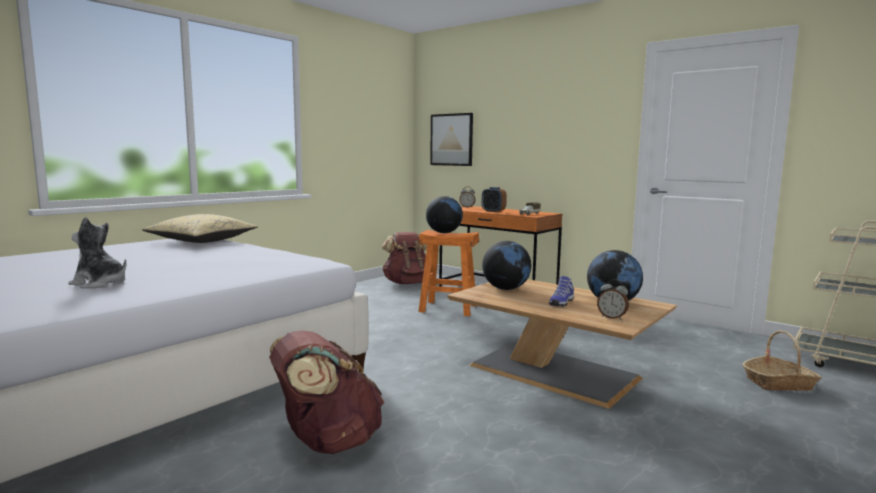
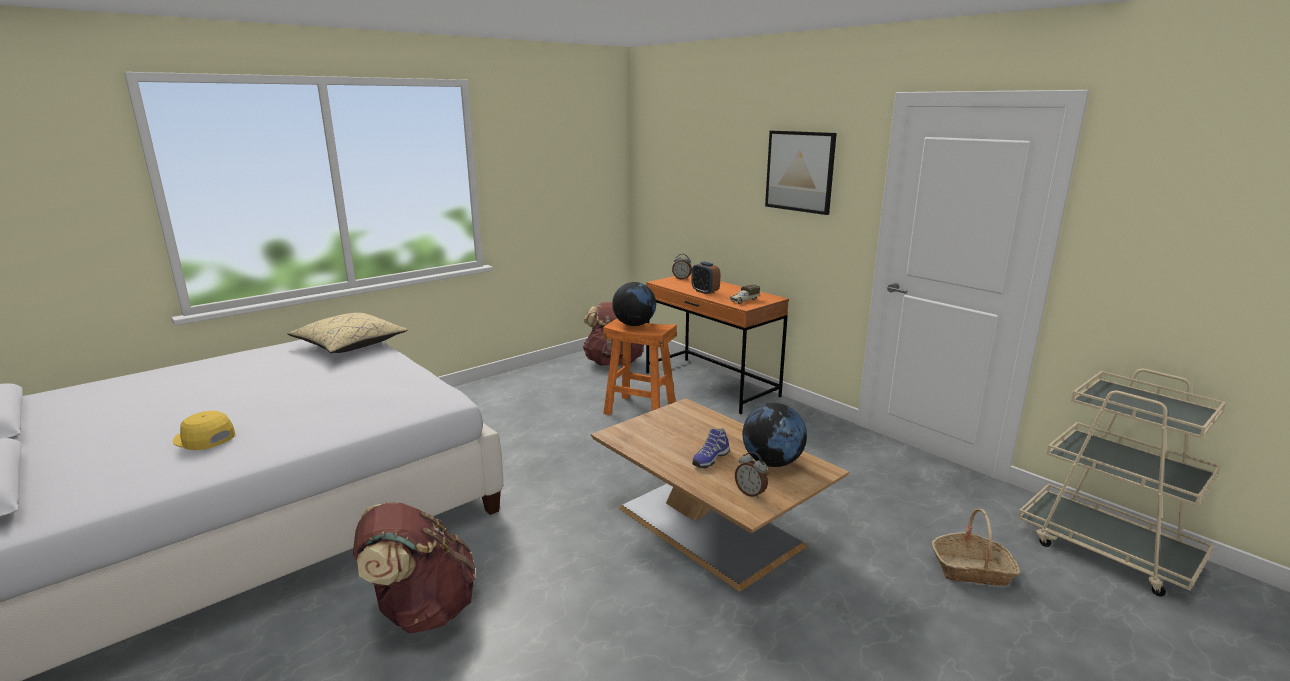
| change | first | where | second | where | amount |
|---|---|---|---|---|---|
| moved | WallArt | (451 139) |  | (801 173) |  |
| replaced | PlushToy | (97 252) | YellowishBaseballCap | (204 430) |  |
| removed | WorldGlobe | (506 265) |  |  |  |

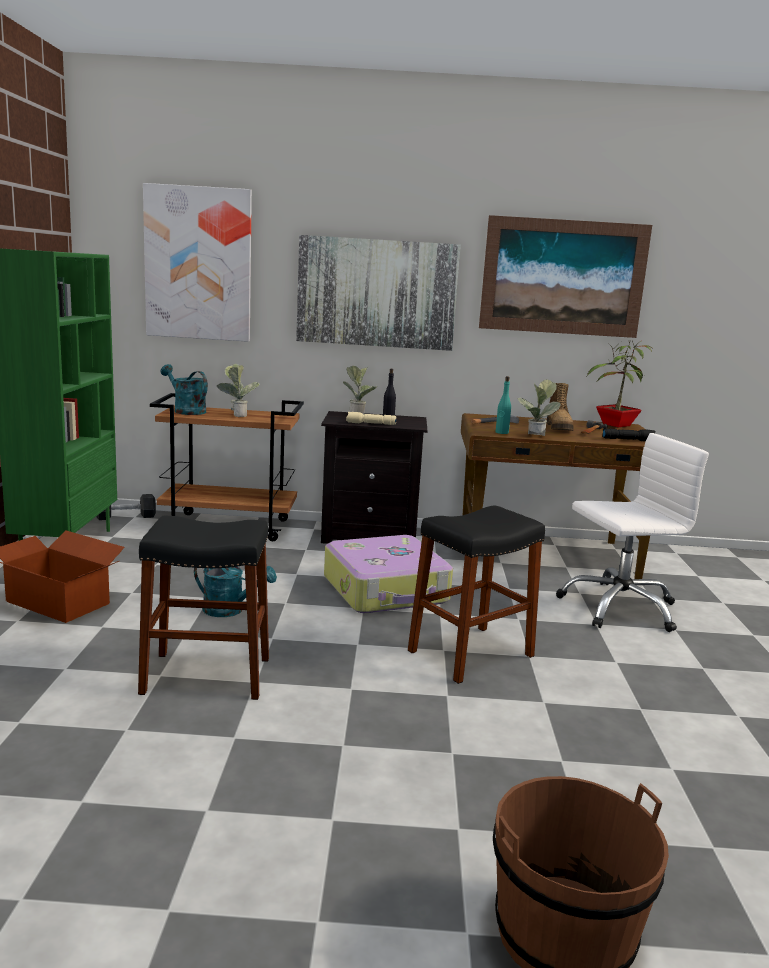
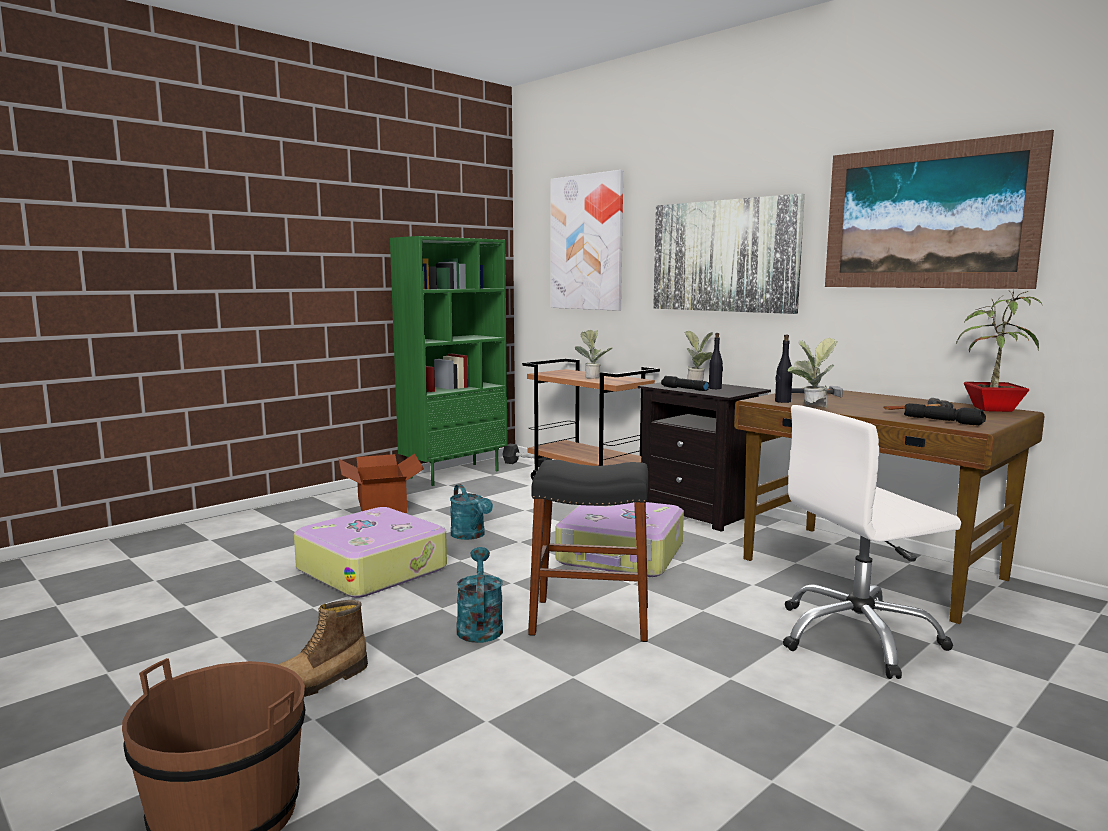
| change | first | where | second | where | amount |
|---|---|---|---|---|---|
| moved | TurquoiseColouredWateringCan | (184 389) |  | (480 595) |  |
| recoloured | TurquoiseColouredDrinkBottle | (503 405) | BlackColouredDrinkBottle | (784 369) |  |
| moved | Boot | (560 407) |  | (323 648) |  |
| recoloured | BeigeHandTorch | (371 418) | BlackColouredHandTorch | (685 383) |  |
| turned | WhiteColouredOfficeChair | (632 532) |  | (872 542) | 135 degrees clockwise |
| replaced | BlackColouredStool | (203 608) | Suitcase | (370 552) |  |

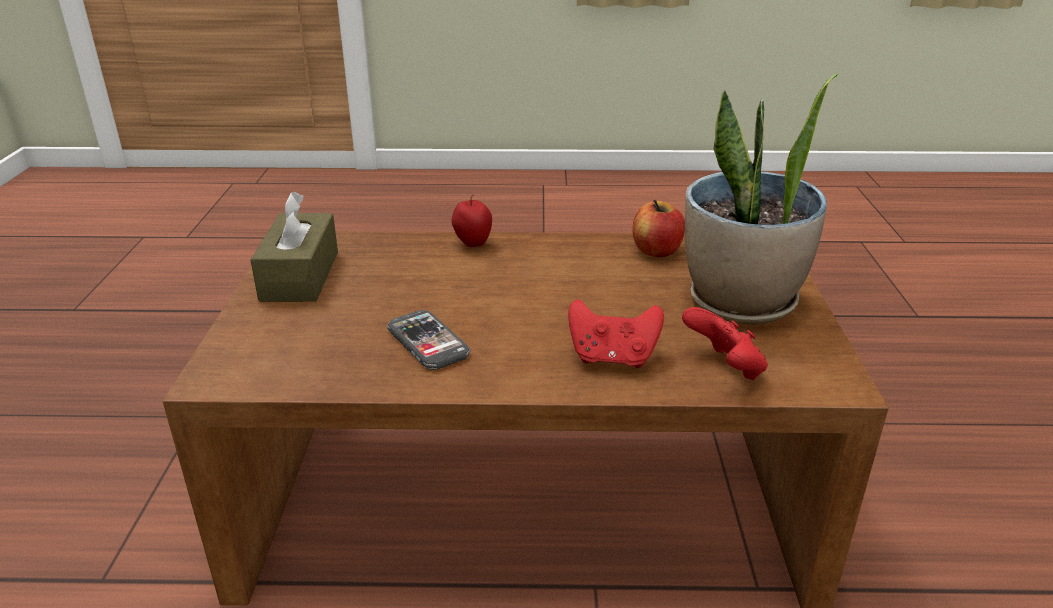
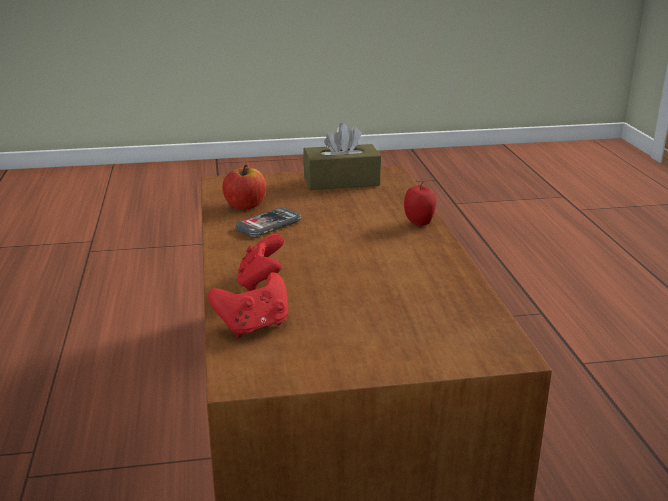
| change | first | where | second | where | amount |
|---|---|---|---|---|---|
| removed | PlantInAPot | (762 198) |  |  |  |
| moved | WholeApple | (659 228) |  | (244 187) |  |

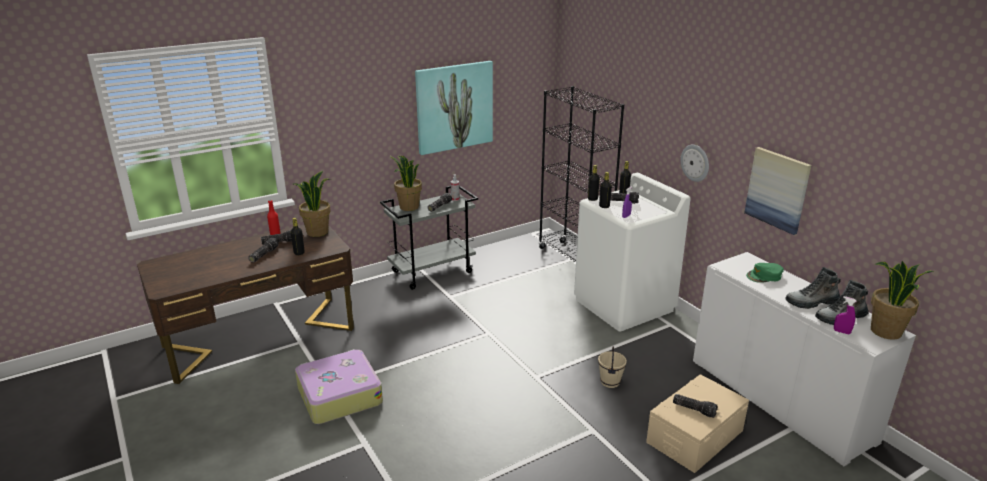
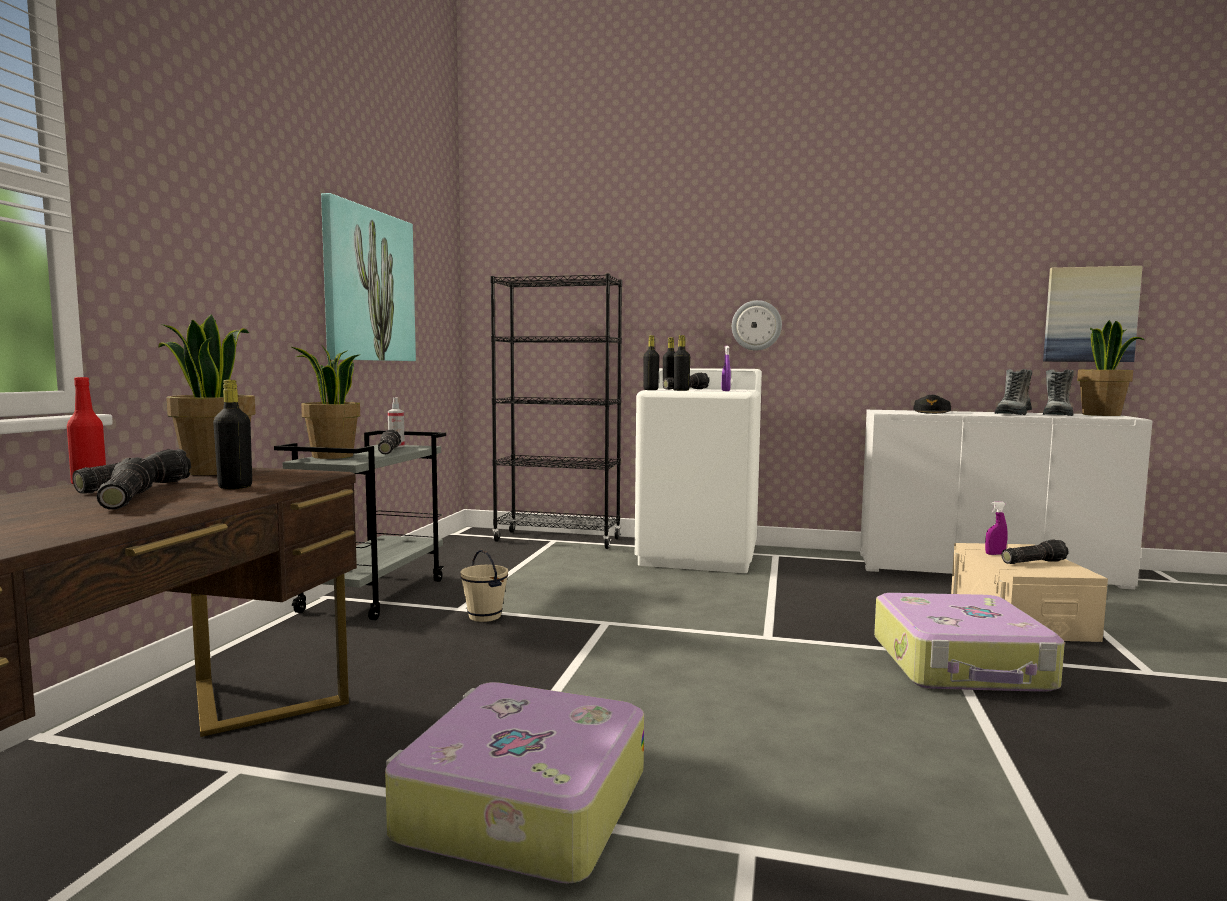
| change | first | where | second | where | amount |
|---|---|---|---|---|---|
| moved | WallArt | (778 191) |  | (1093 314) |  |
| recoloured | GreenColouredBaseballCap | (765 273) | BlackColouredBaseballCap | (932 404) |  |
| moved | PurpleColouredSprayBottle | (845 315) |  | (996 528) |  |
| moved | BeigeWaterBucket | (612 367) |  | (484 585) |  |
| added |  |  | Suitcase | (969 642) |  |

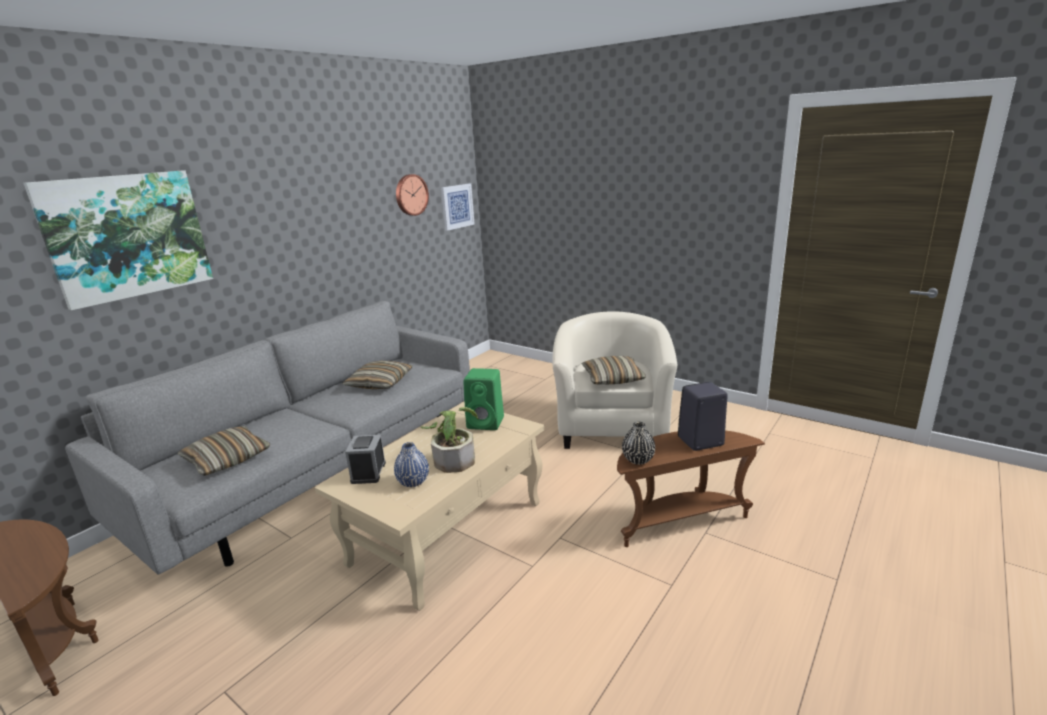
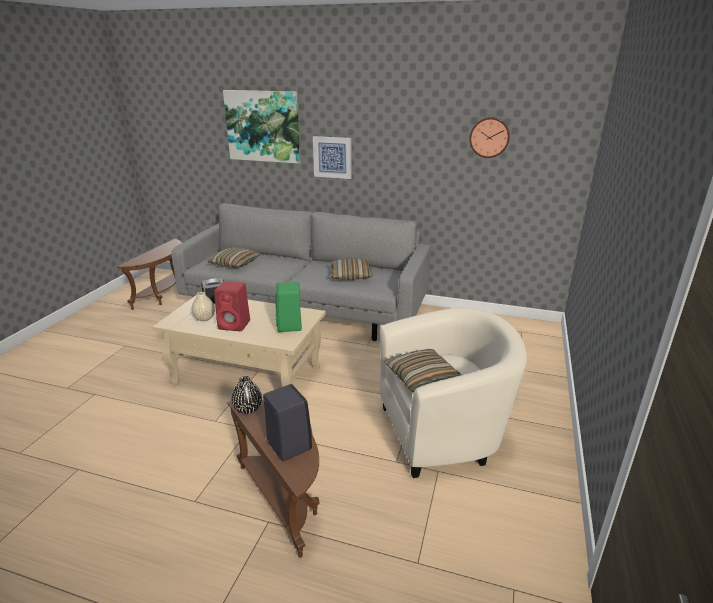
| change | first | where | second | where | amount |
|---|---|---|---|---|---|
| moved | WallArt | (458 207) |  | (332 157) |  |
| replaced | PlantInAPot | (450 440) | ReddishLoudspeaker | (232 306) |  |
| recoloured | BlueFlowerVase | (411 464) | BeigeFlowerVase | (203 306) |  |

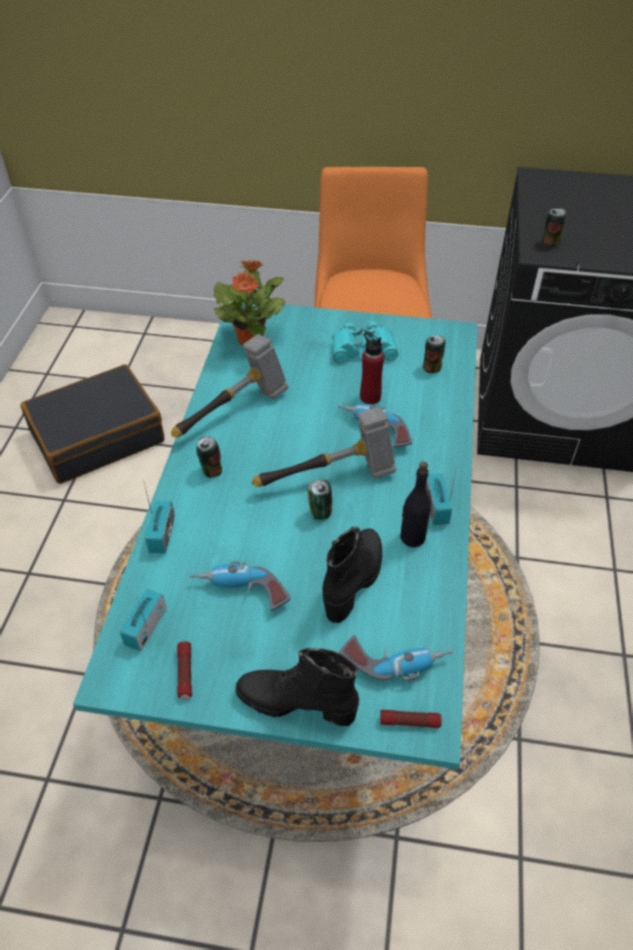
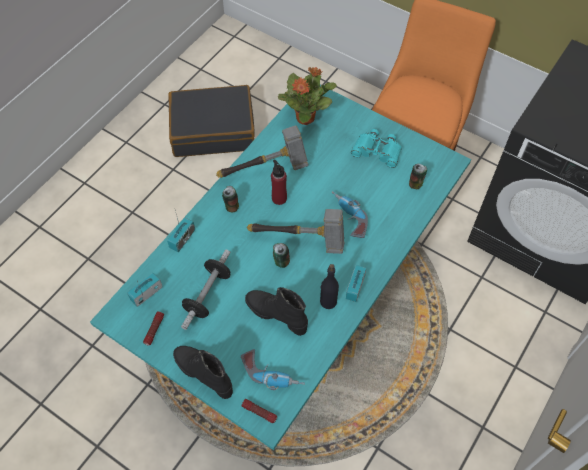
| change | first | where | second | where | amount |
|---|---|---|---|---|---|
| removed | SealedCan | (554 227) |  |  |  |
| moved | ReddishDrinkBottle | (372 368) |  | (279 182) |  |
| turned | BlackColouredBoot | (352 574) |  | (276 311) | 105 degrees counterclockwise |
| replaced | ElectricDrill | (240 586) | Dumbbell | (206 290) |  |

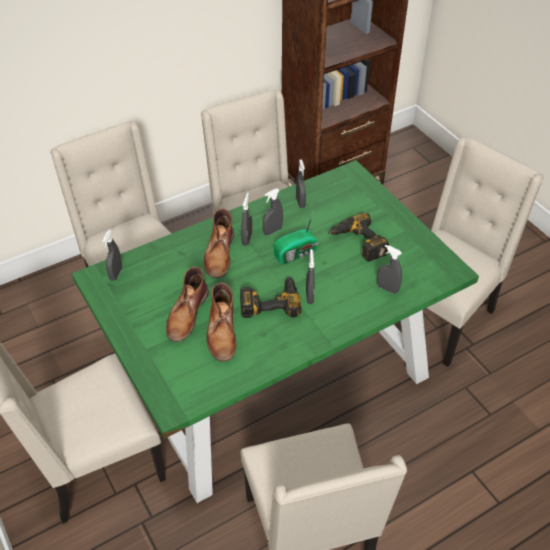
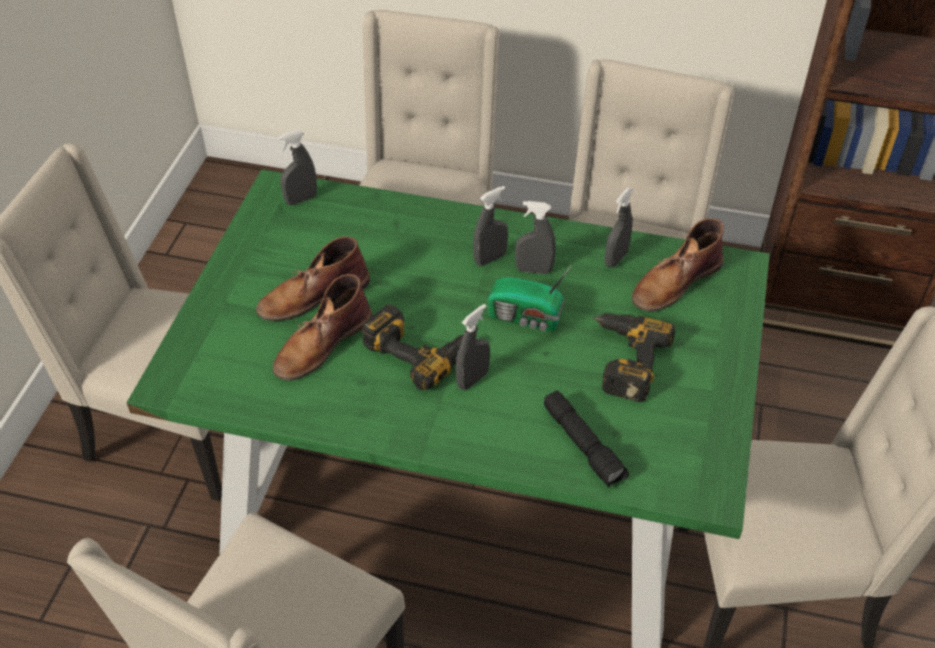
| change | first | where | second | where | amount |
|---|---|---|---|---|---|
| moved | BrownishBoot | (219 243) |  | (678 265) |  |
| replaced | GraySprayBottle | (389 269) | BlackColouredHandTorch | (586 439) |  |

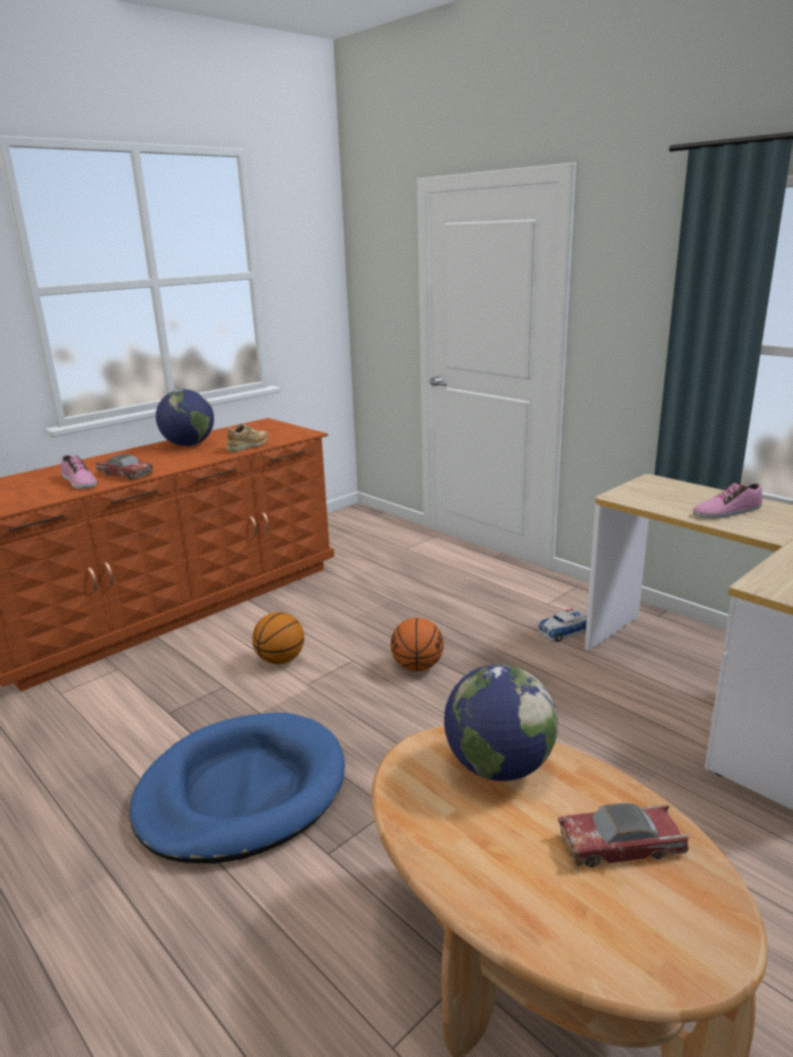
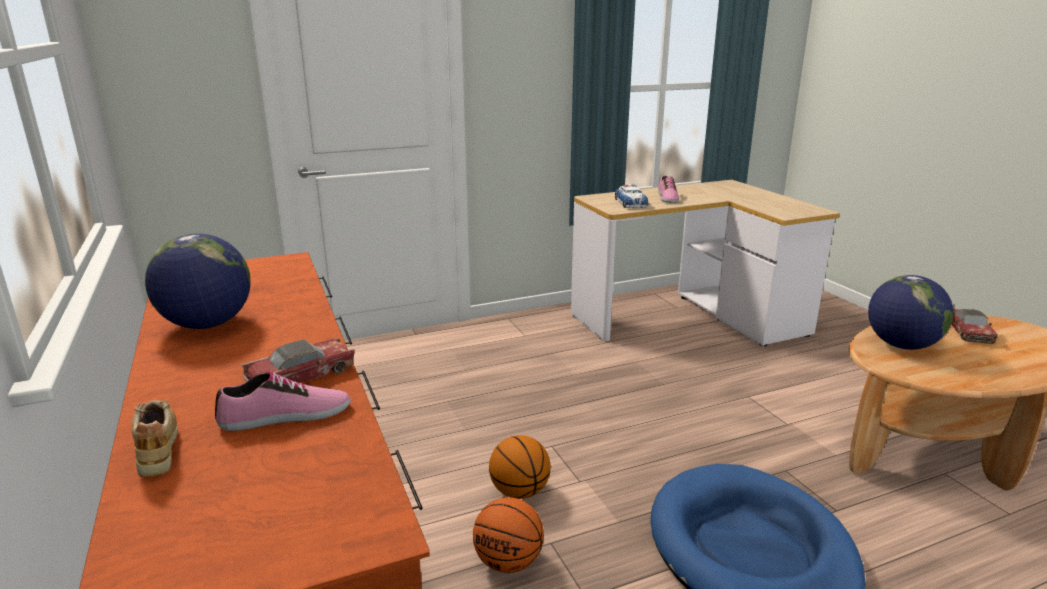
| change | first | where | second | where | amount |
|---|---|---|---|---|---|
| moved | BeigeLowShoe | (247 438) |  | (155 438) |  |
| moved | ModelCar | (562 625) |  | (631 196) |  |
| moved | Basketball | (417 644) |  | (508 535) |  |

